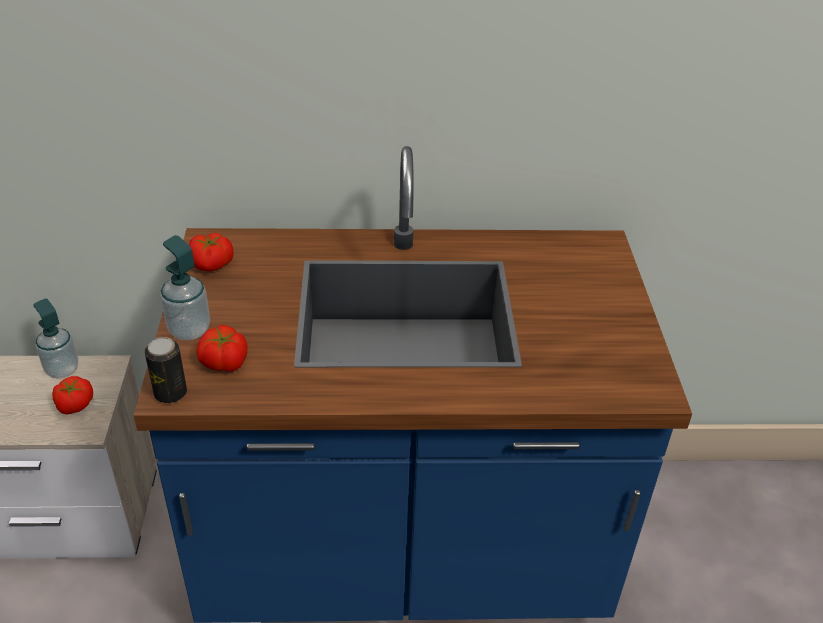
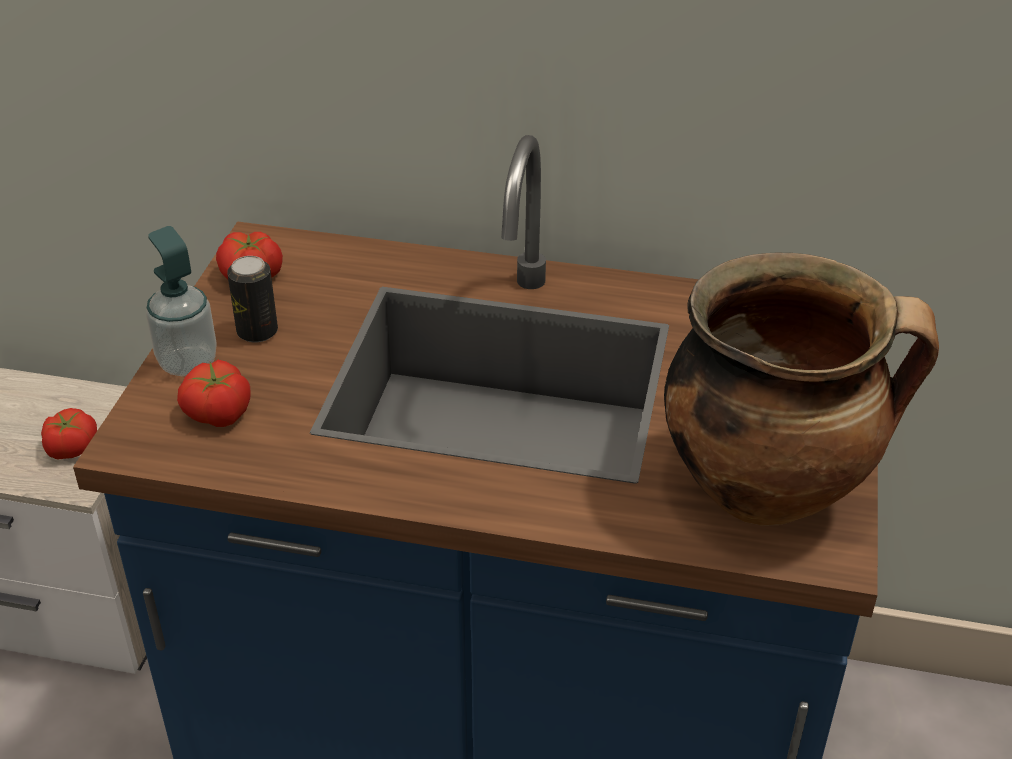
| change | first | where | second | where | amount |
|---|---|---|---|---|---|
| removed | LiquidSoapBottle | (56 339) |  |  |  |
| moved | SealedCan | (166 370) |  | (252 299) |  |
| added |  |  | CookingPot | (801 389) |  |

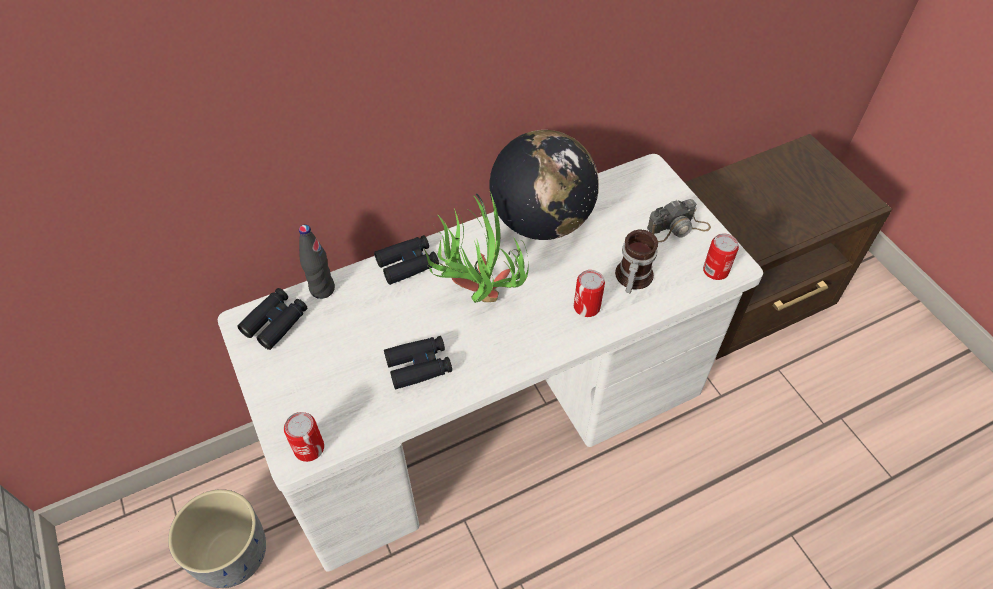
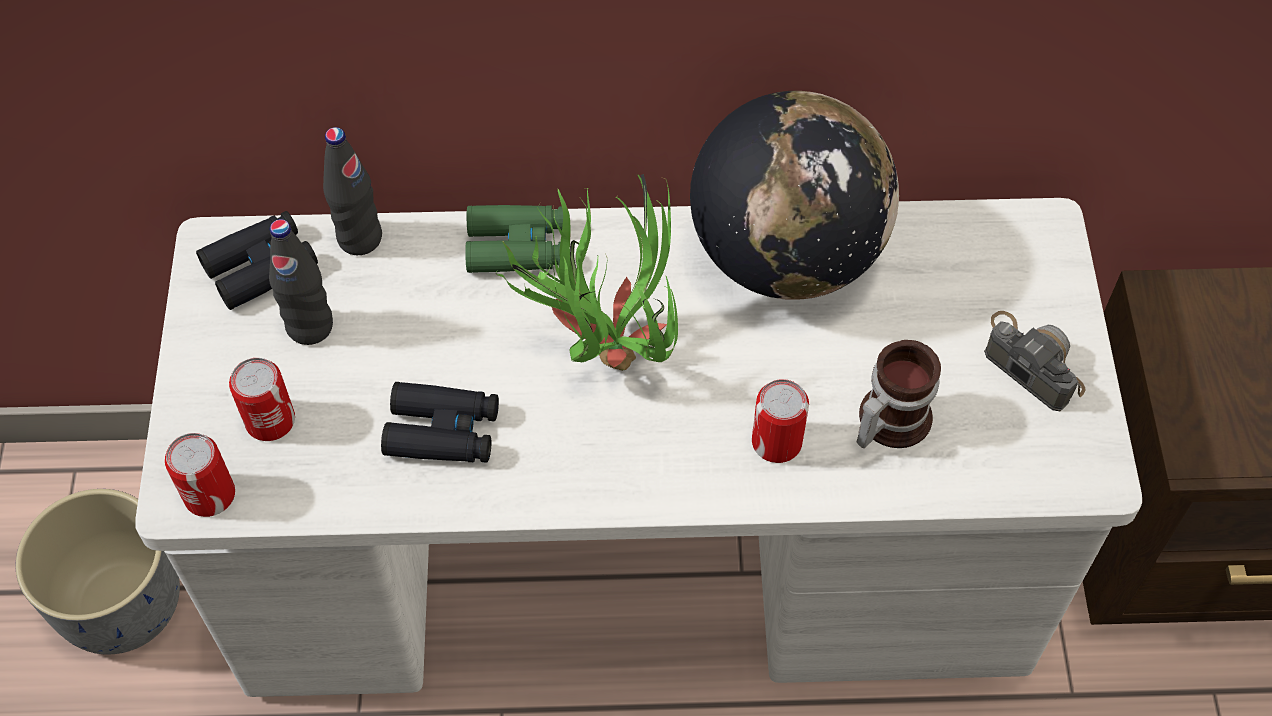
| change | first | where | second | where | amount |
|---|---|---|---|---|---|
| turned | StillCamera | (679 220) |  | (1035 361) | 135 degrees counterclockwise |
| moved | SealedCan | (721 256) |  | (262 399) |  |
| recoloured | BlackColouredFieldGlasses | (406 260) | GreenColouredFieldGlasses | (514 239) |  |
| added |  |  | BlackColouredDrinkBottle | (301 282) |  |

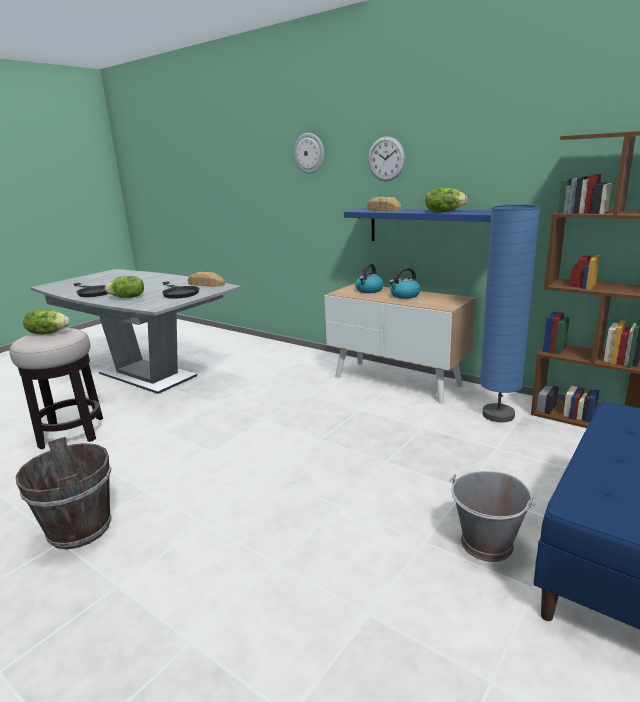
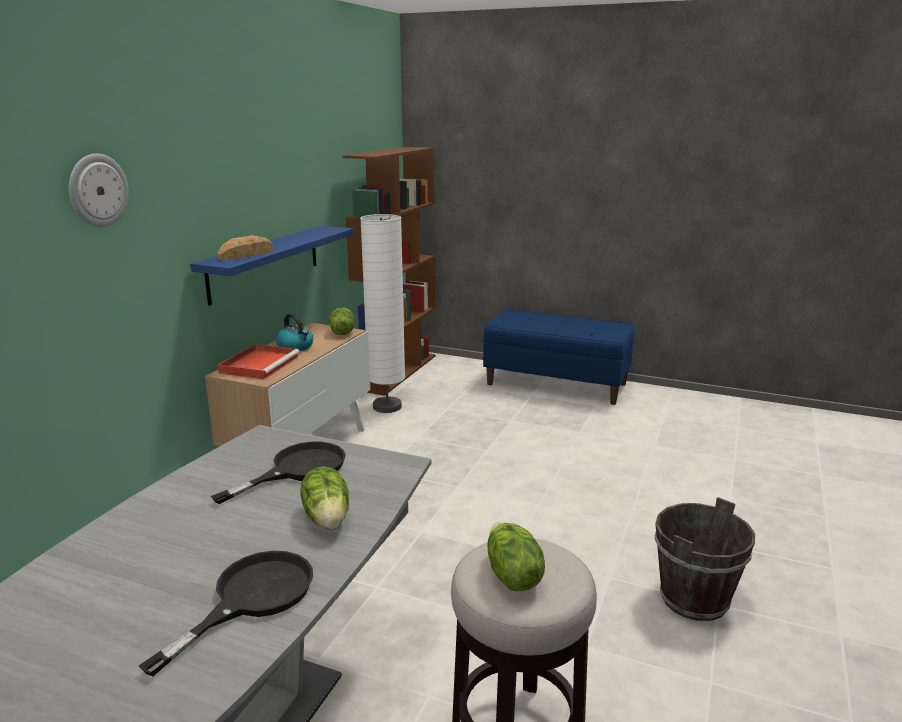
| change | first | where | second | where | amount |
|---|---|---|---|---|---|
| removed | HangingClock | (386 158) |  |  |  |
| moved | LettuceHead | (446 199) |  | (341 321) |  |
| recoloured | BlueStandardLamp | (510 313) | WhiteColouredStandardLamp | (382 313) |  |
| replaced | WaterKettle | (369 278) | ReddishCarryingTray | (259 361) |  |
| removed | BakeryBread | (206 279) |  |  |  |
| removed | GrayWaterBucket | (492 516) |  |  |  |

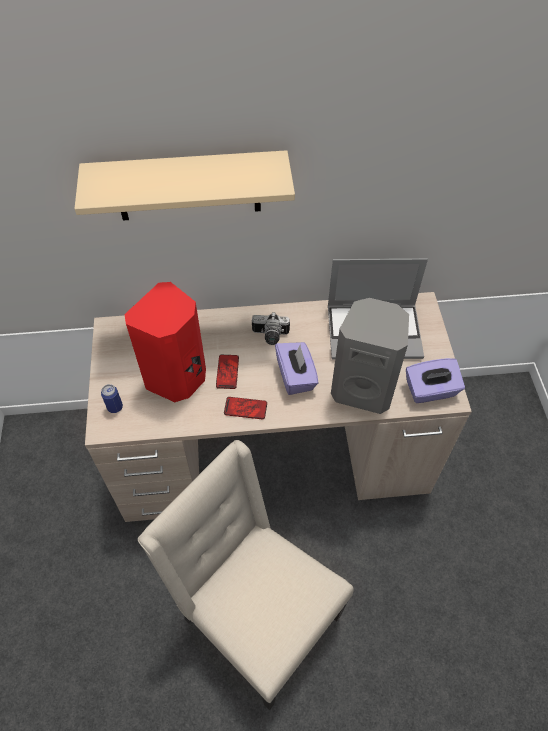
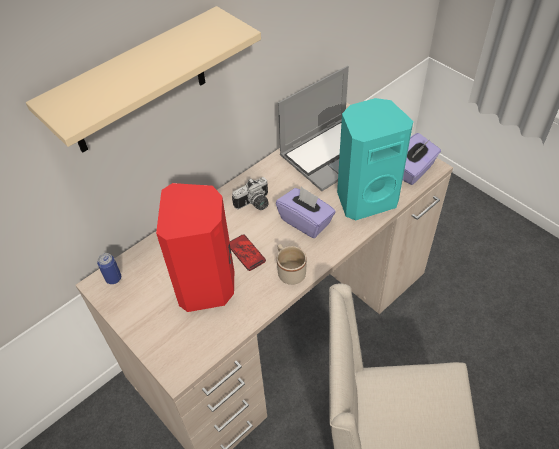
| change | first | where | second | where | amount |
|---|---|---|---|---|---|
| recoloured | GrayLoudspeaker | (370 356) | TurquoiseColouredLoudspeaker | (375 159) |  |
| moved | SealedCan | (112 398) |  | (109 268) |  |
| replaced | Telephone | (245 408) | BeigeMug | (292 264) |  |

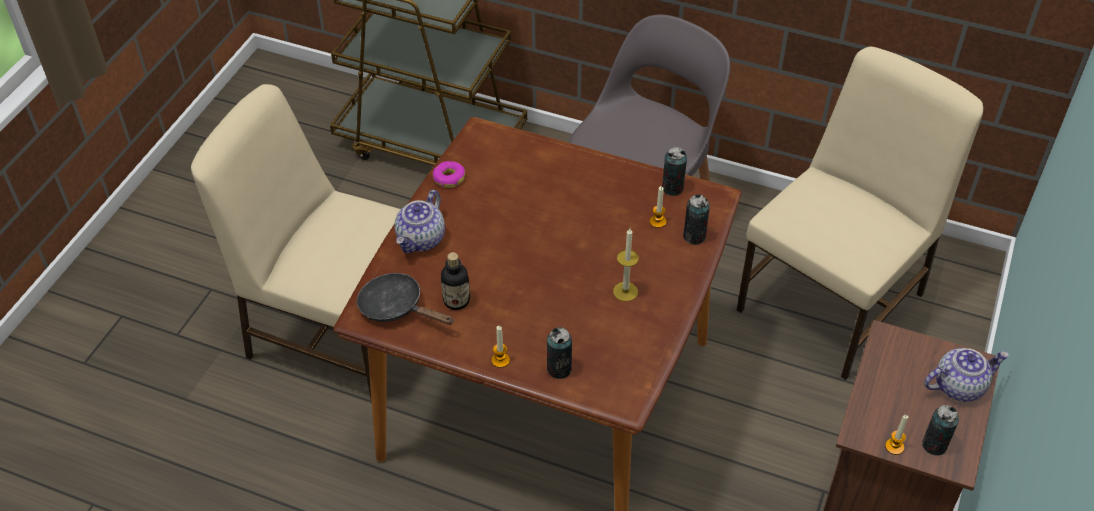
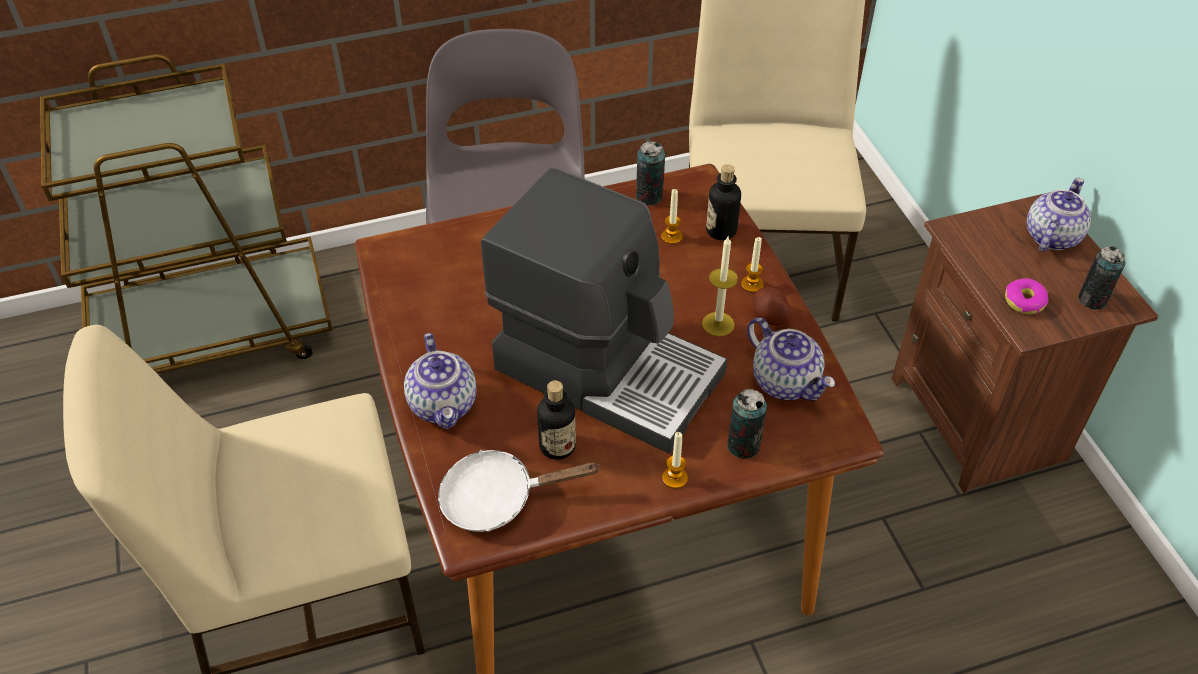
| change | first | where | second | where | amount |
|---|---|---|---|---|---|
| moved | Doughnut | (449 174) |  | (1026 296) |  |
| replaced | SealedCan | (696 219) | DrinkBottle | (723 202) |  |
| recoloured | BlackColouredPan | (405 299) | WhiteColouredPan | (519 491) |  |
| moved | WaxLight | (896 435) |  | (752 265) |  |
| added |  |  | CoffeeMachine | (604 310) |  |
| added |  |  | Spud | (773 306) |  |
| added |  |  | Teapot | (791 359) |  |

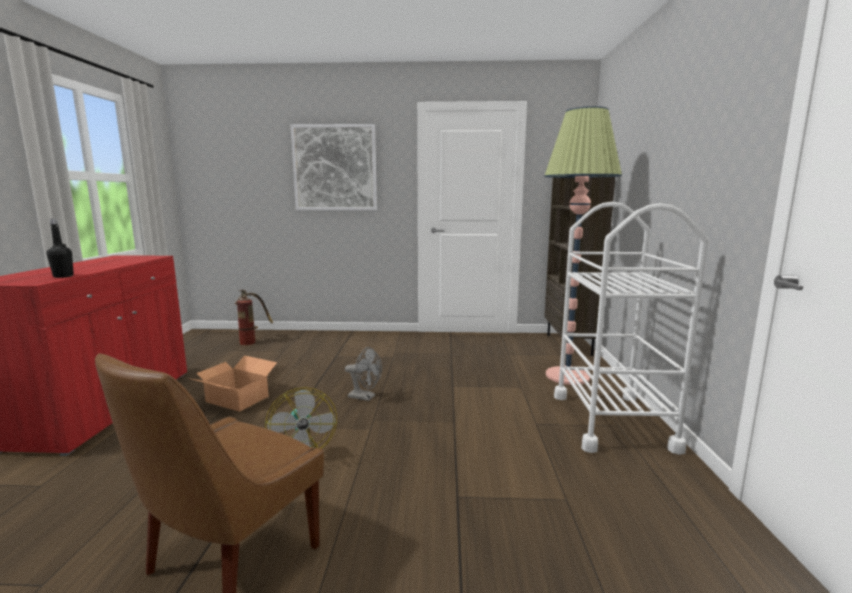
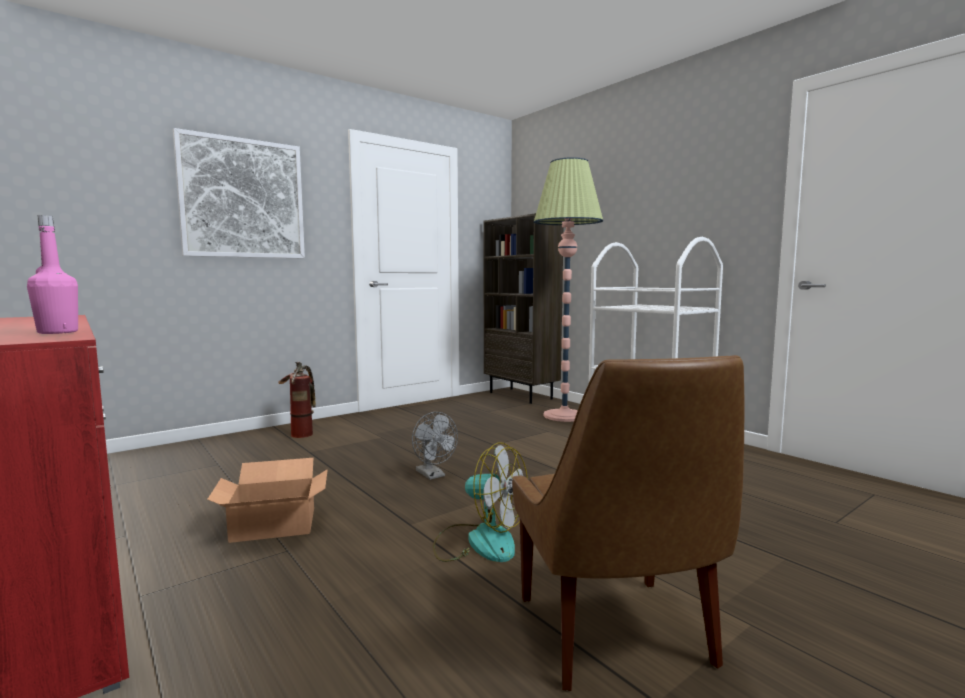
| change | first | where | second | where | amount |
|---|---|---|---|---|---|
| recoloured | BlackColouredDrinkBottle | (60 248) | PinkishDrinkBottle | (52 274) |  |
| moved | FireFightingCylinder | (254 317) |  | (297 400) |  |
| turned | GrayCoolingFan | (363 374) |  | (435 446) | 75 degrees clockwise |

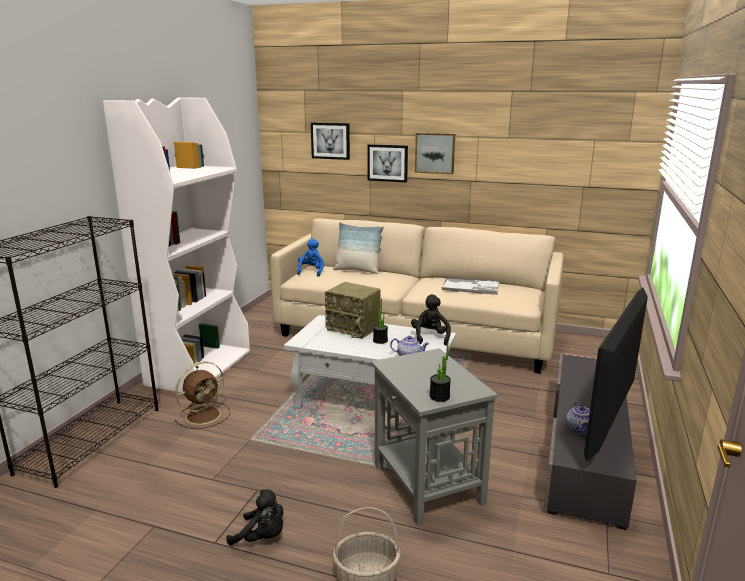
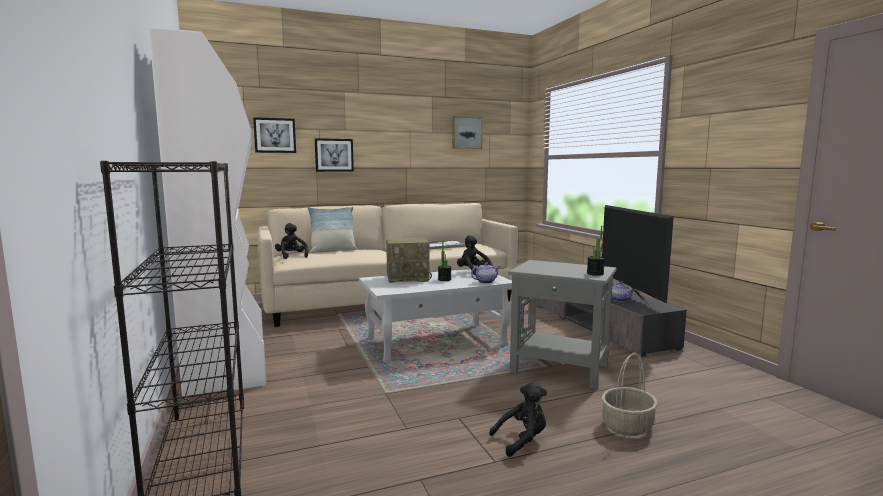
| change | first | where | second | where | amount |
|---|---|---|---|---|---|
| moved | WallArt | (435 153) |  | (467 132) |  |
| recoloured | BluePlushToy | (310 257) | BlackColouredPlushToy | (291 241) |  |
| removed | BrownishCoolingFan | (202 395) |  |  |  |

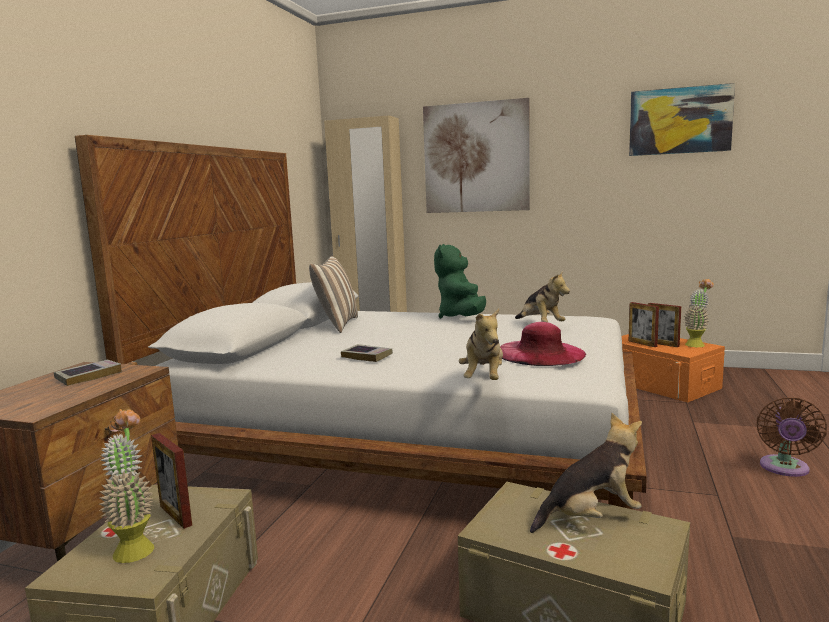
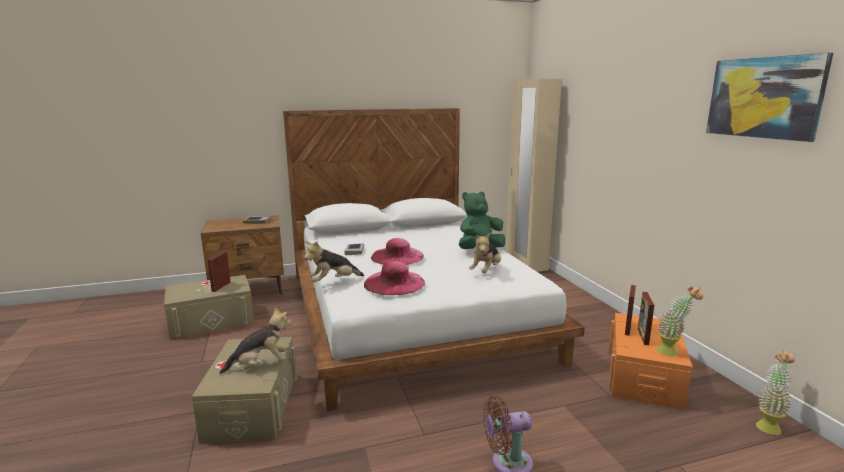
| change | first | where | second | where | amount |
|---|---|---|---|---|---|
| removed | WallArt | (476 155) |  |  |  |
| removed | Pillow | (333 294) |  |  |  |
| moved | PlantInAPot | (126 486) |  | (775 392) |  |
| turned | PlushToy | (586 473) |  | (255 340) | 60 degrees counterclockwise |
| added |  |  | PinkishWearableHat | (397 251) |  |

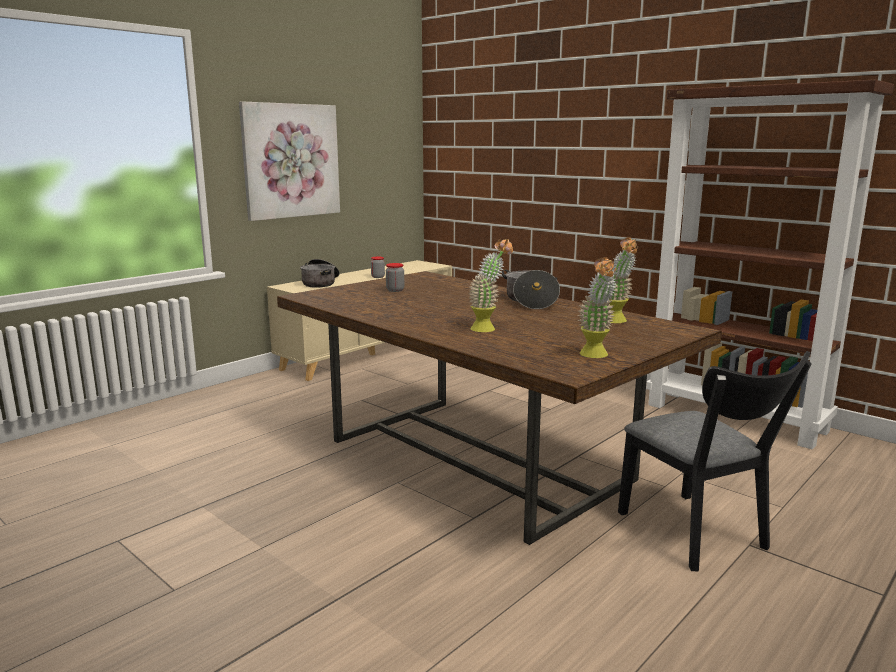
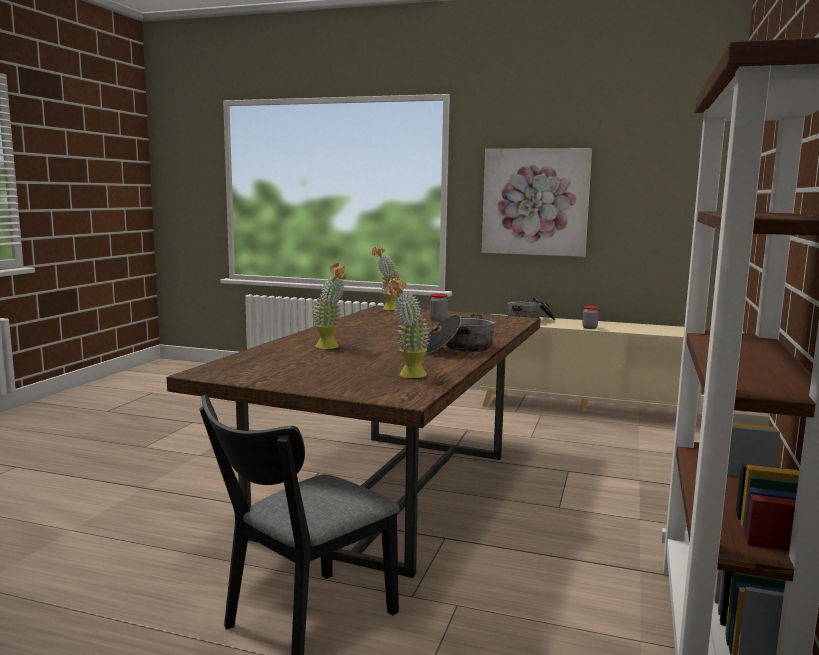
| change | first | where | second | where | amount |
|---|---|---|---|---|---|
| moved | PlantInAPot | (597 307) |  | (387 278) |  |

